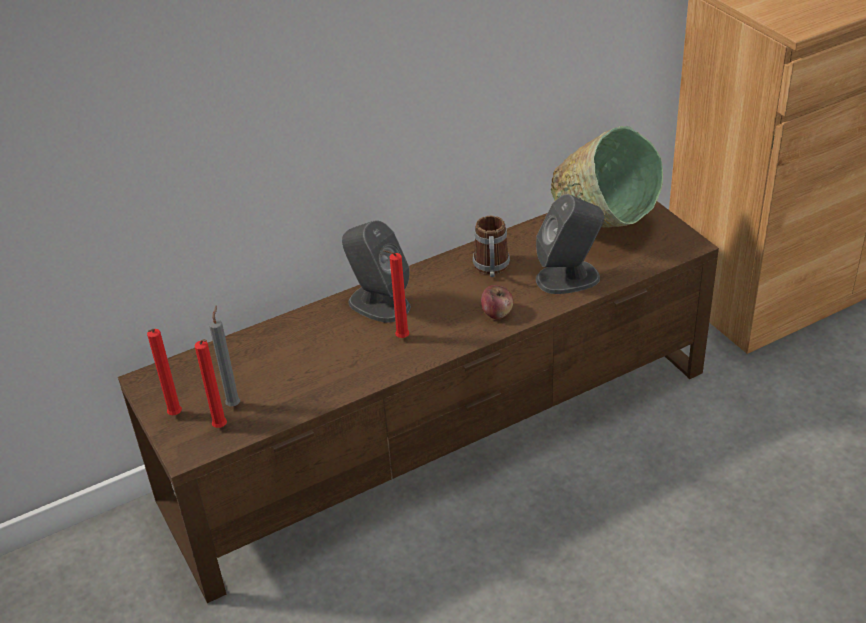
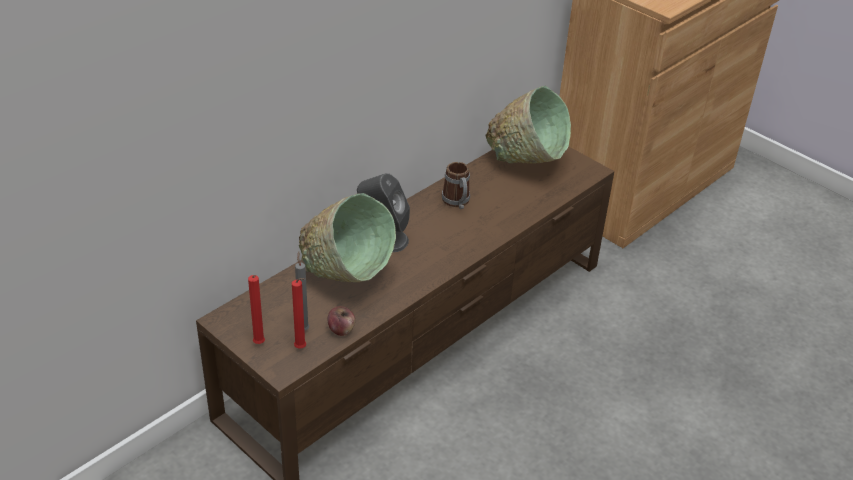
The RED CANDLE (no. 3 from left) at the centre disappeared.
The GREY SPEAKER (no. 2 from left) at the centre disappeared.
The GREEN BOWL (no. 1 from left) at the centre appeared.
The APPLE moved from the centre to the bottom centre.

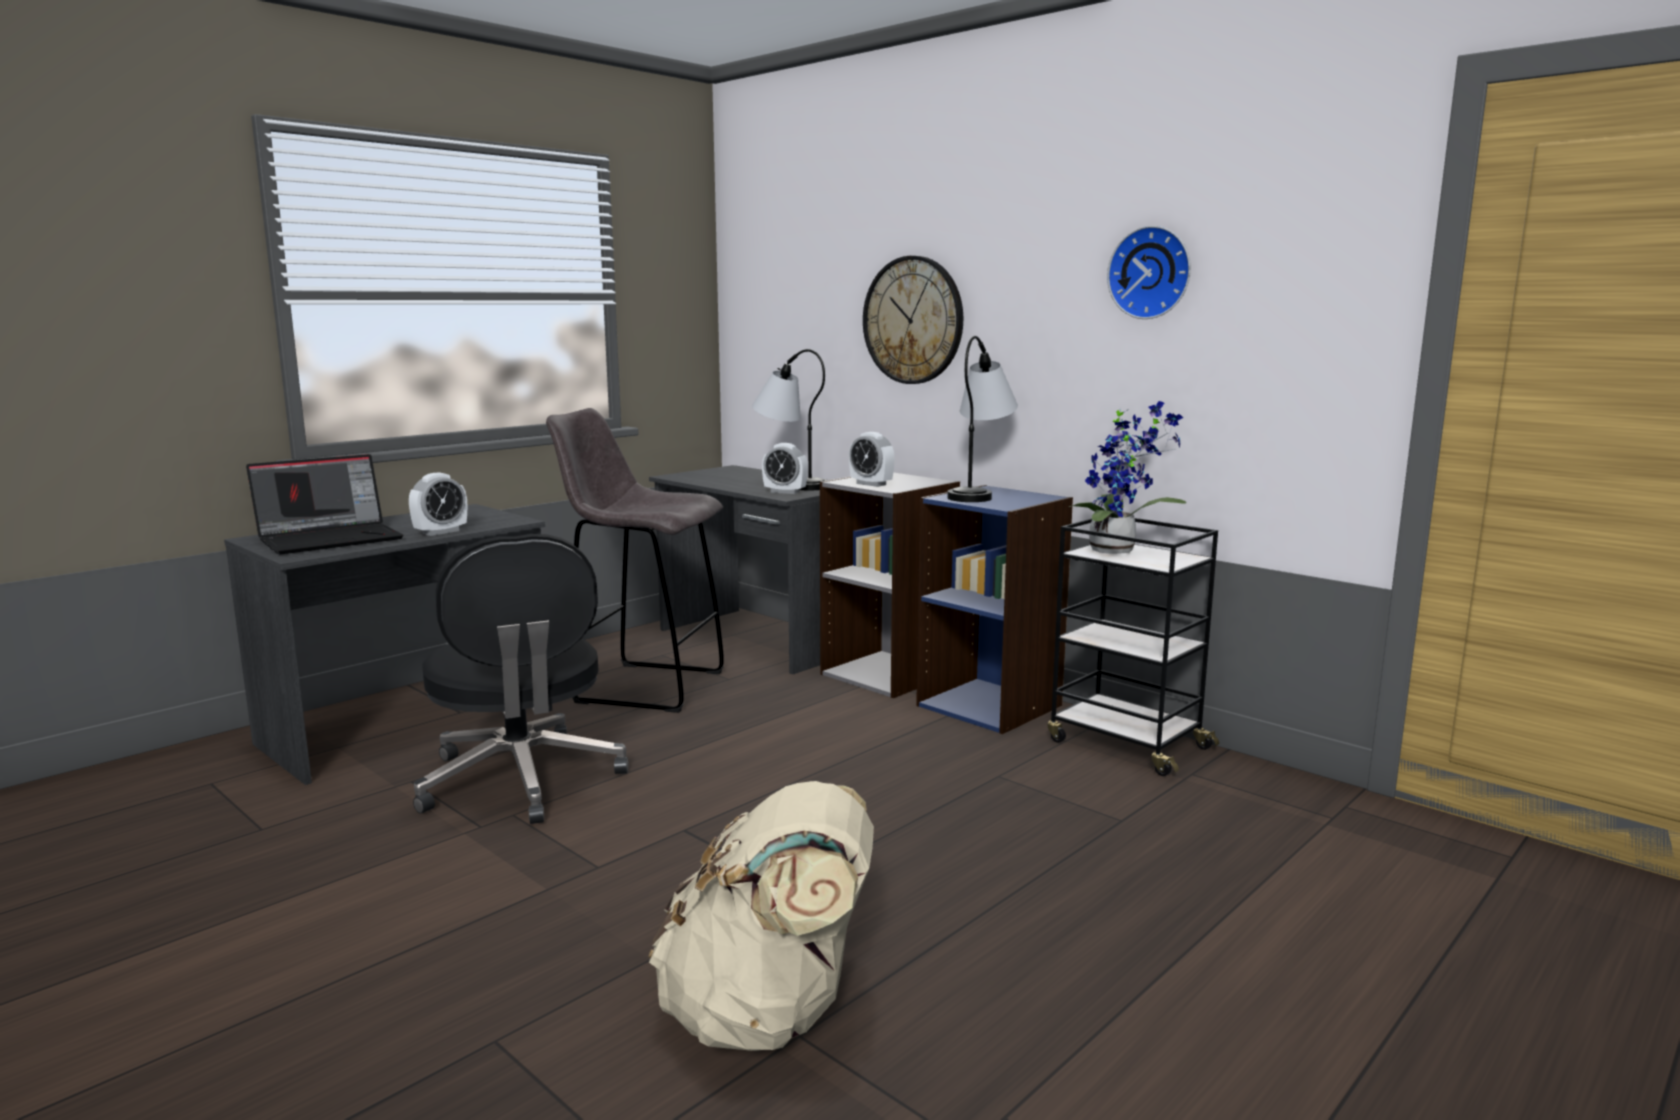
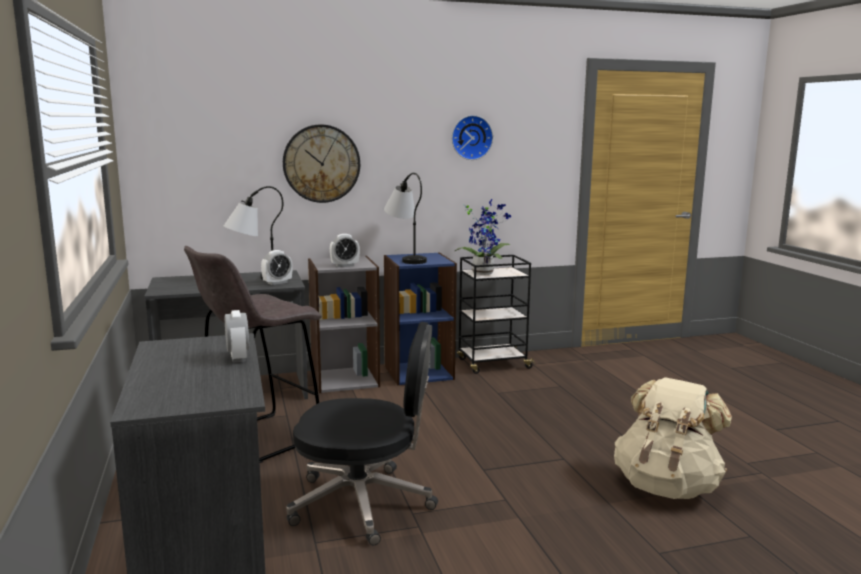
The LAPTOP at the middle left disappeared.

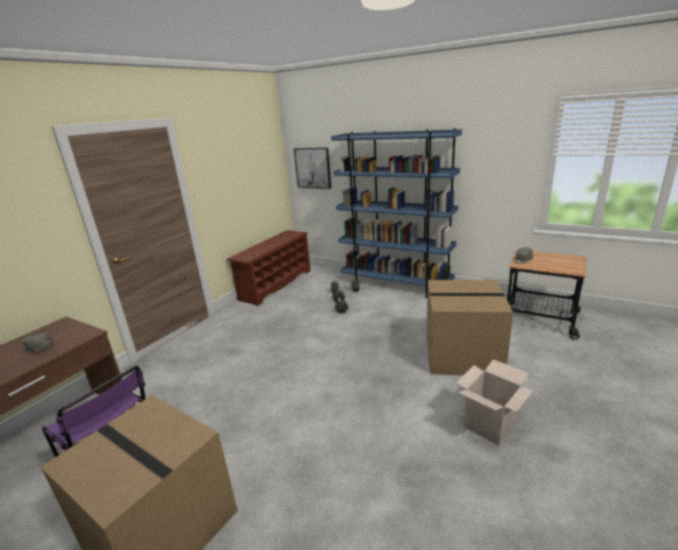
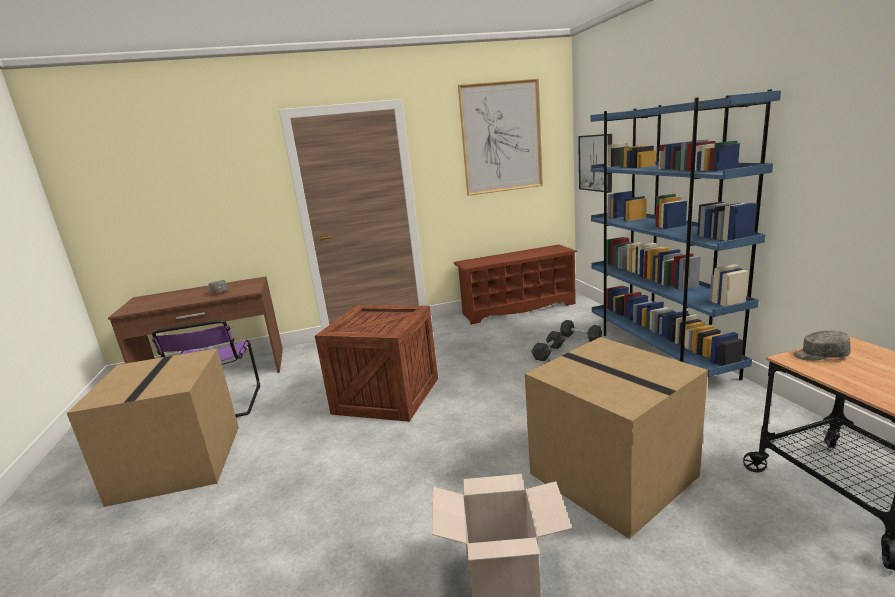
The CRATE at the centre appeared.
The PICTURE (no. 1 from left) at the top centre appeared.

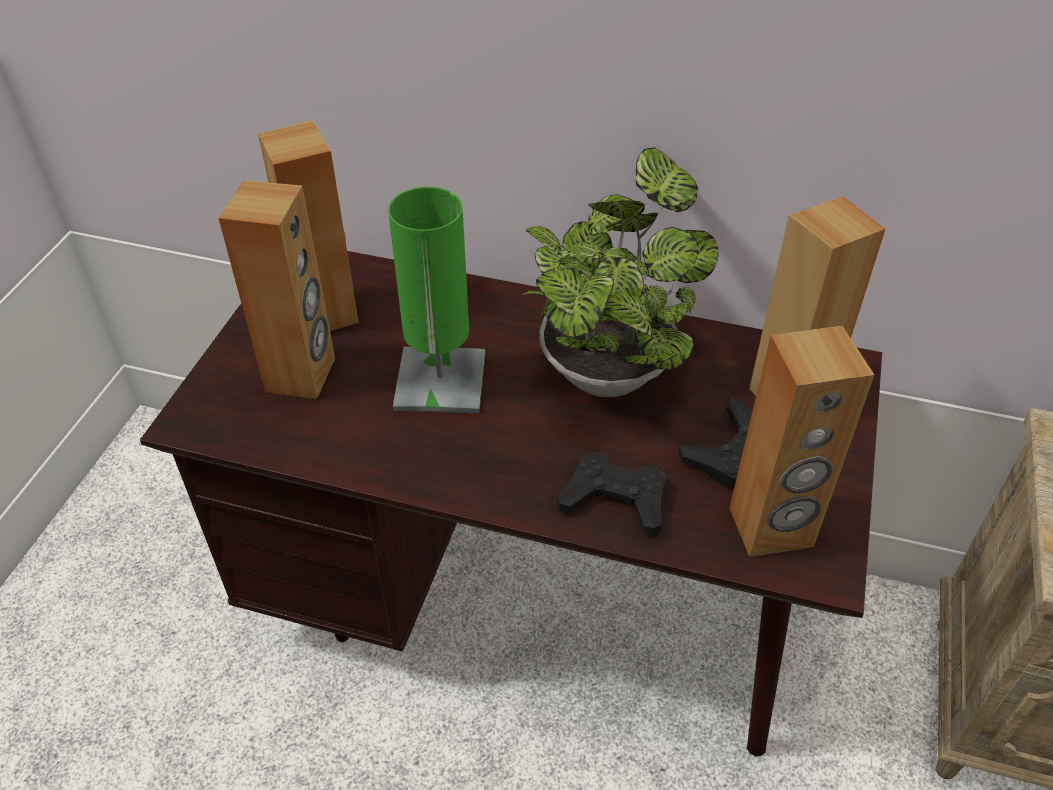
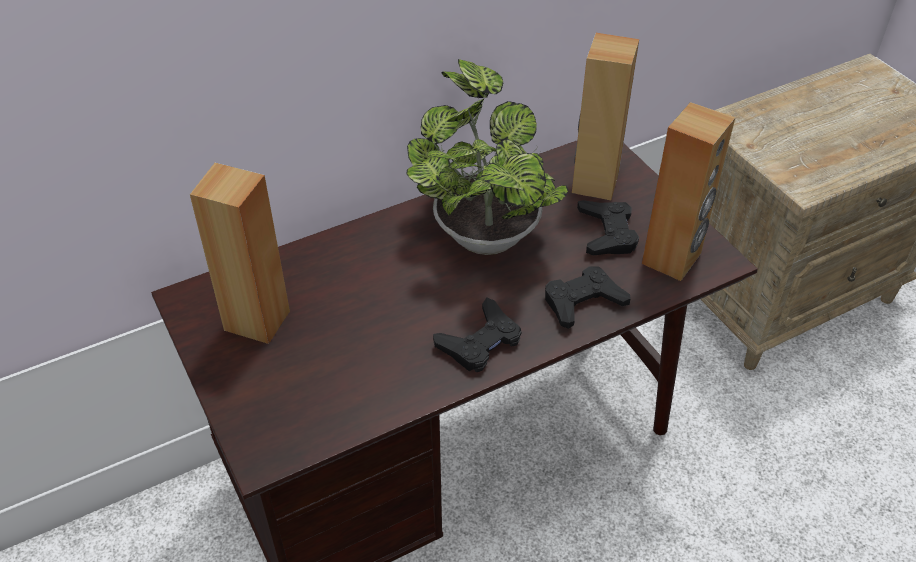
The BROWN SPEAKER (no. 1 from left) at the middle left disappeared.
The GREEN TABLE LAMP at the centre disappeared.
The BLACK GAME CONTROLLER (no. 1 from left) at the centre appeared.

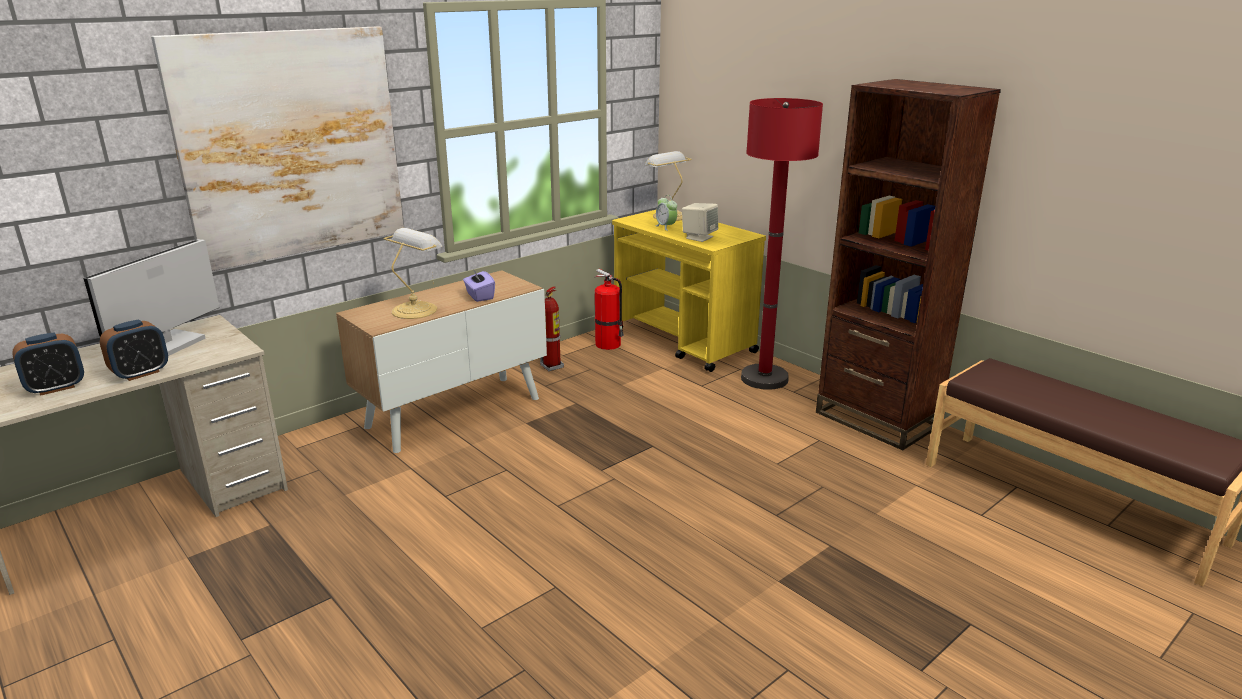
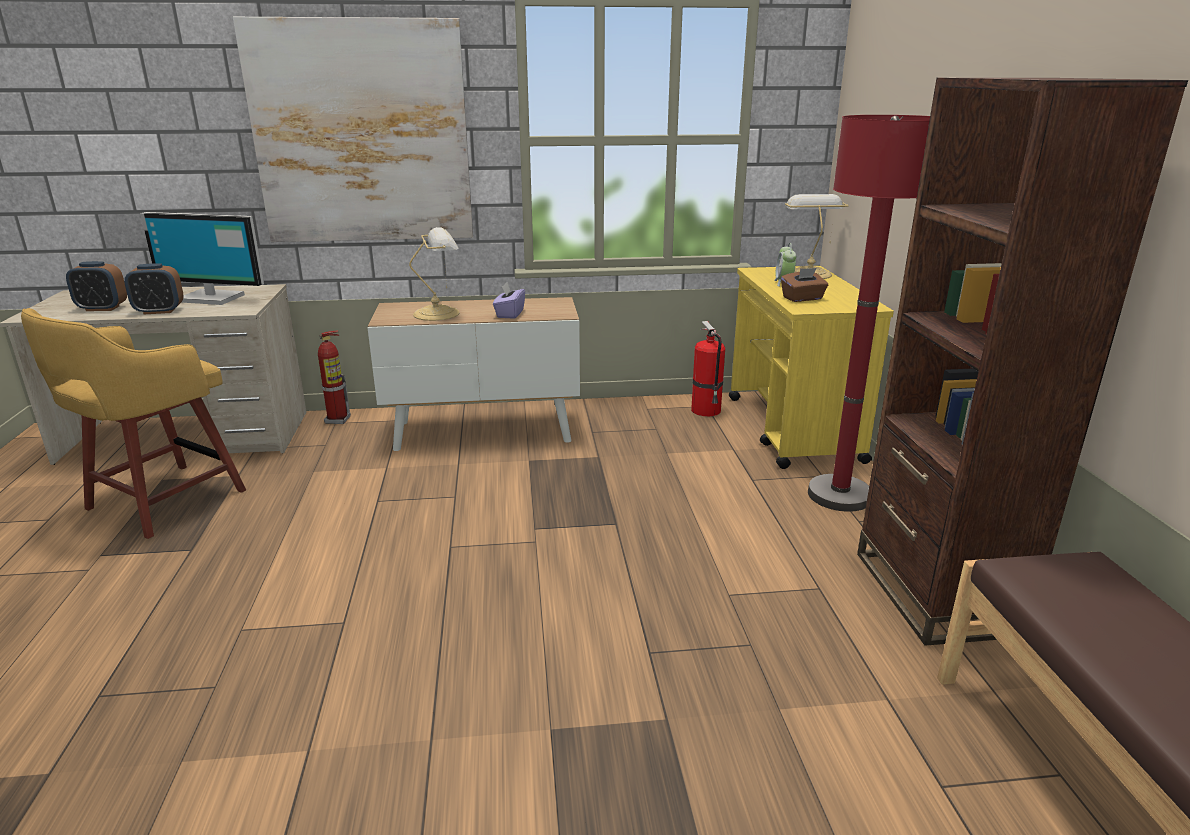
The YELLOW STOOL at the middle left appeared.
The FIRE EXTINGUISHER (no. 1 from left) moved from the centre to the middle left.
The BEIGE SPEAKER at the top centre was replaced by the BROWN TISSUE BOX at the middle right.
The MONITOR at the middle left turned 135 degrees counterclockwise.

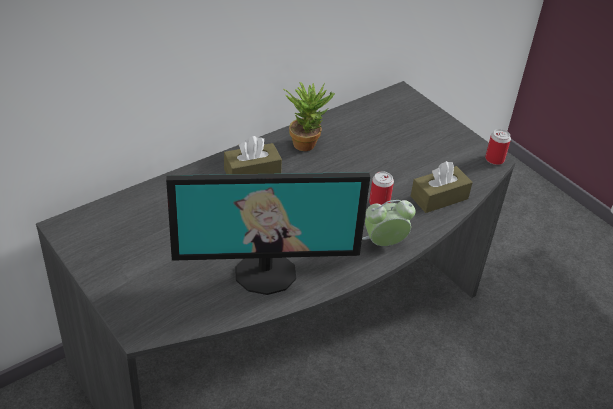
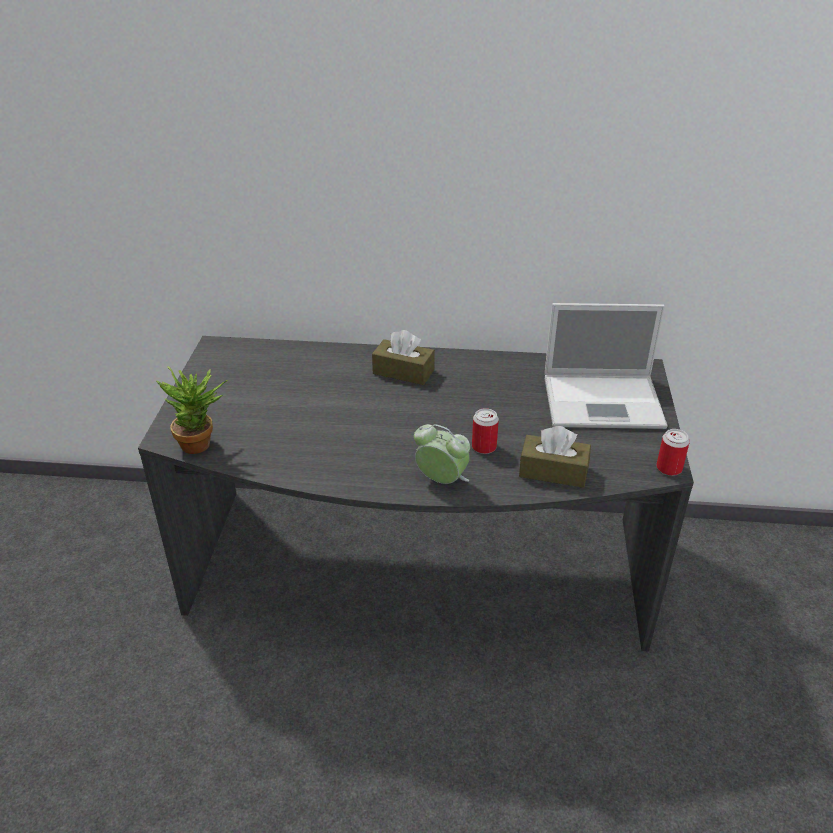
The MONITOR at the centre disappeared.
The LAPTOP at the middle right appeared.
The POTTED PLANT moved from the top centre to the middle left.

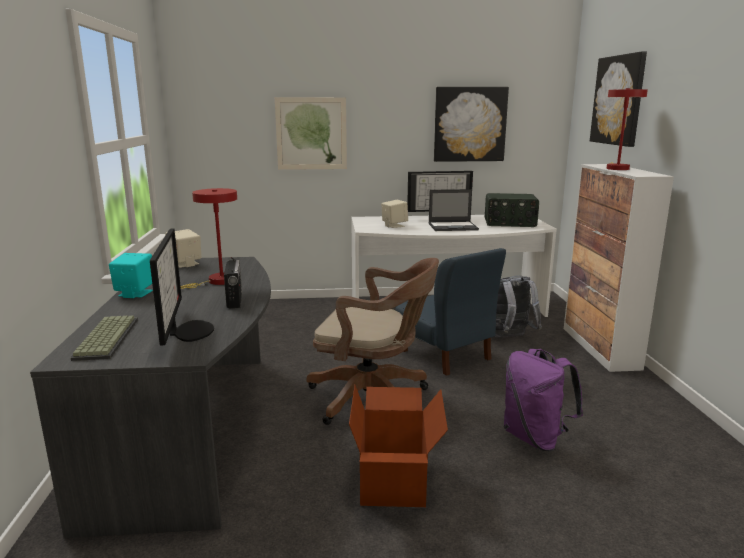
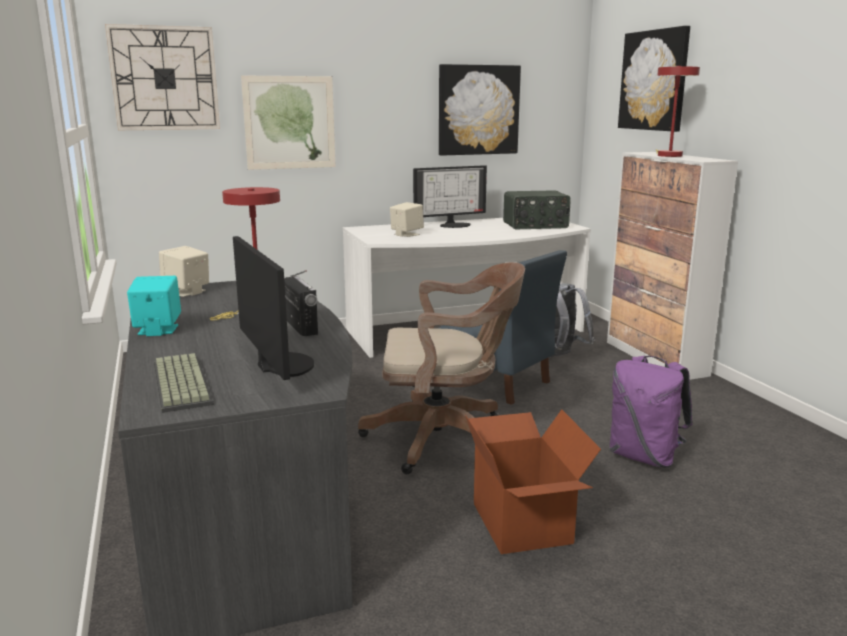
The LAPTOP at the centre disappeared.
The WALL CLOCK at the top left appeared.

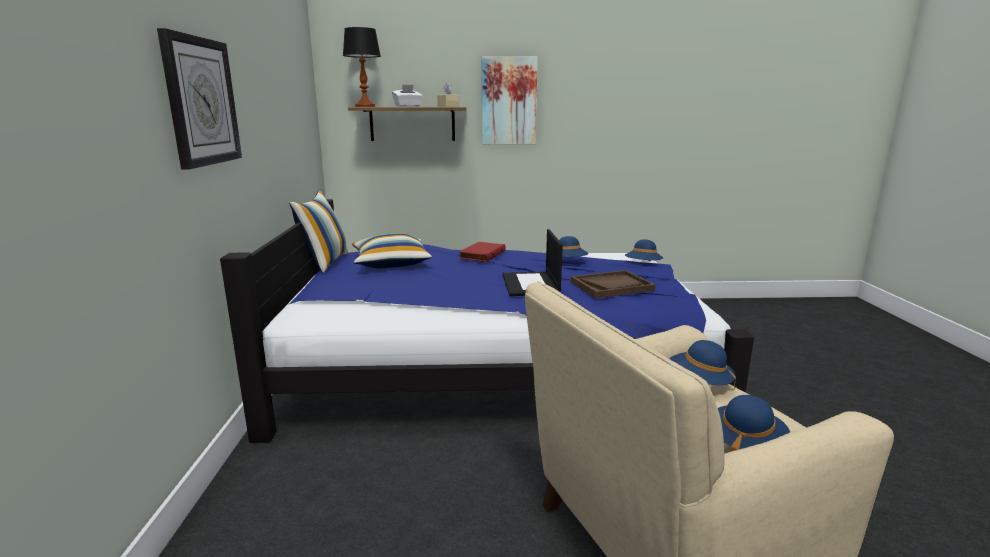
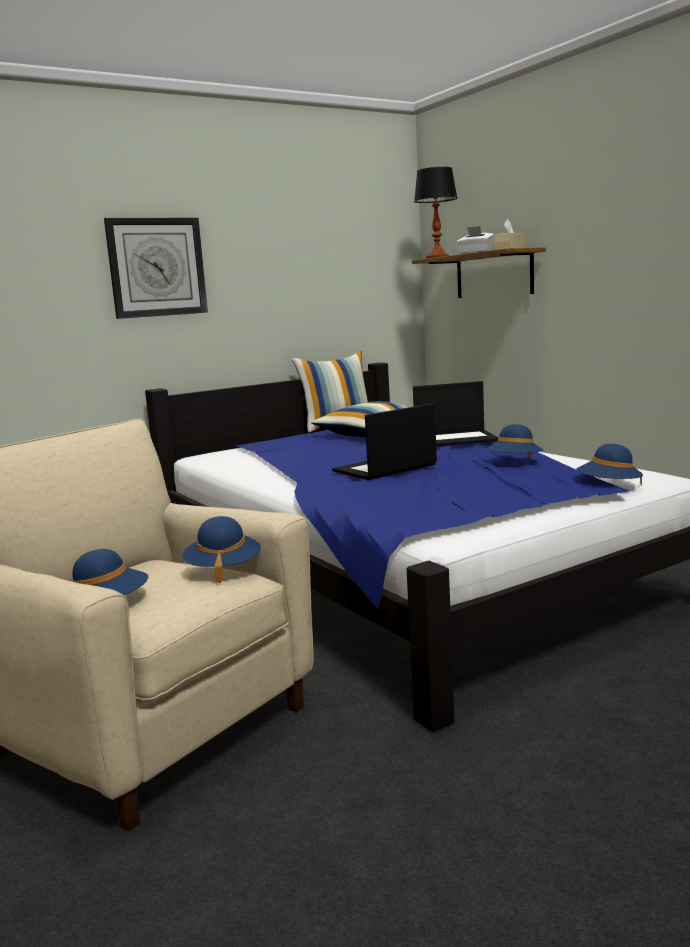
The PICTURE at the top centre disappeared.
The BROWN TRAY at the centre disappeared.
The RED BOOK at the centre was replaced by the LAPTOP (no. 2 from left) at the centre.

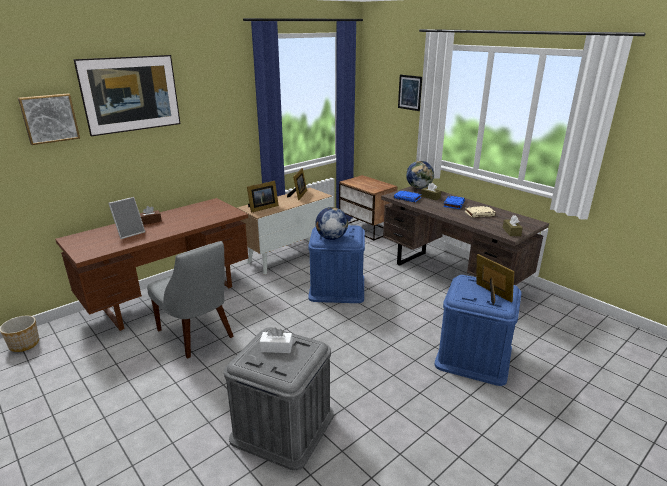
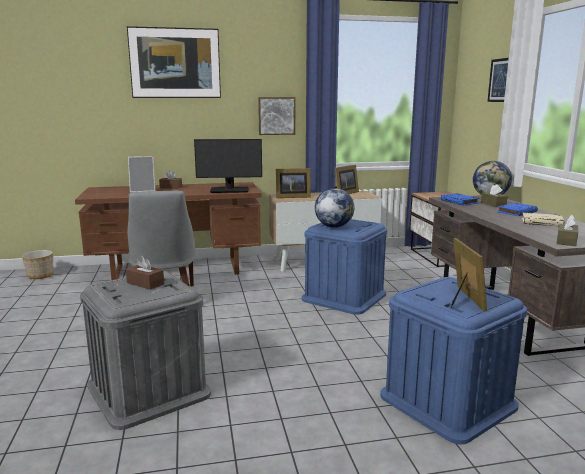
The MONITOR at the centre appeared.
The PICTURE (no. 1 from left in the first image) moved from the top left to the top centre.
The WHITE TISSUE BOX at the bottom centre became the BROWN TISSUE BOX (no. 1 from left) at the middle left.

